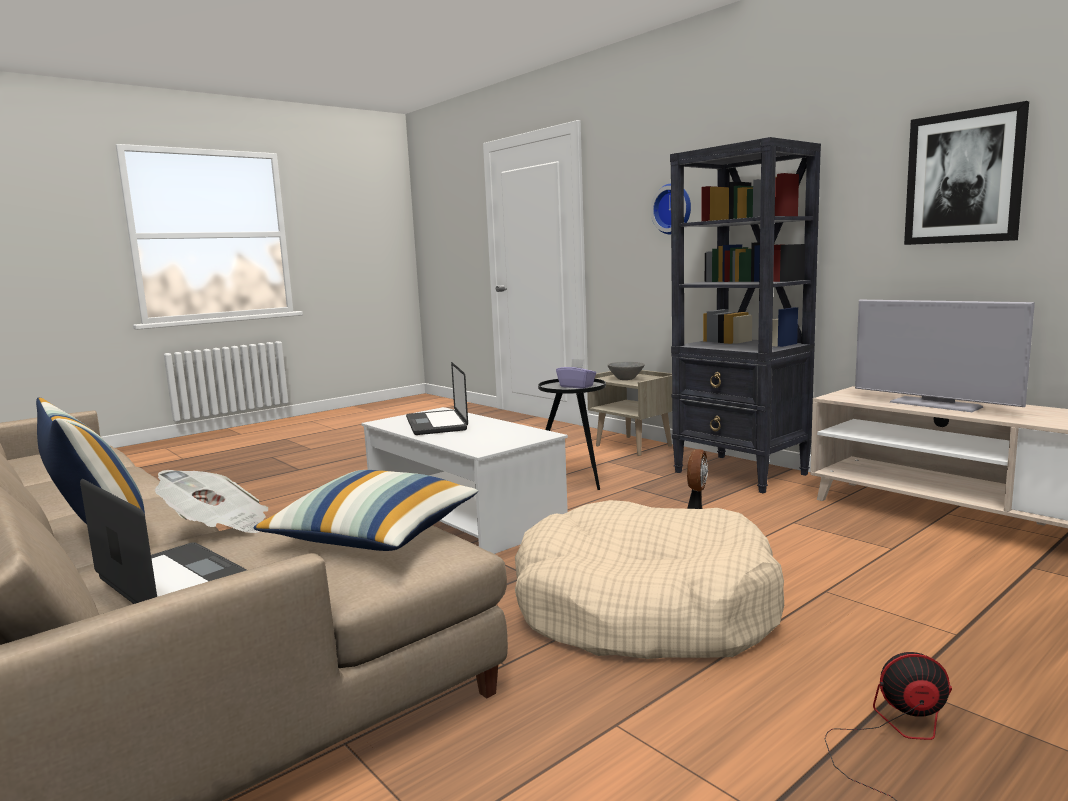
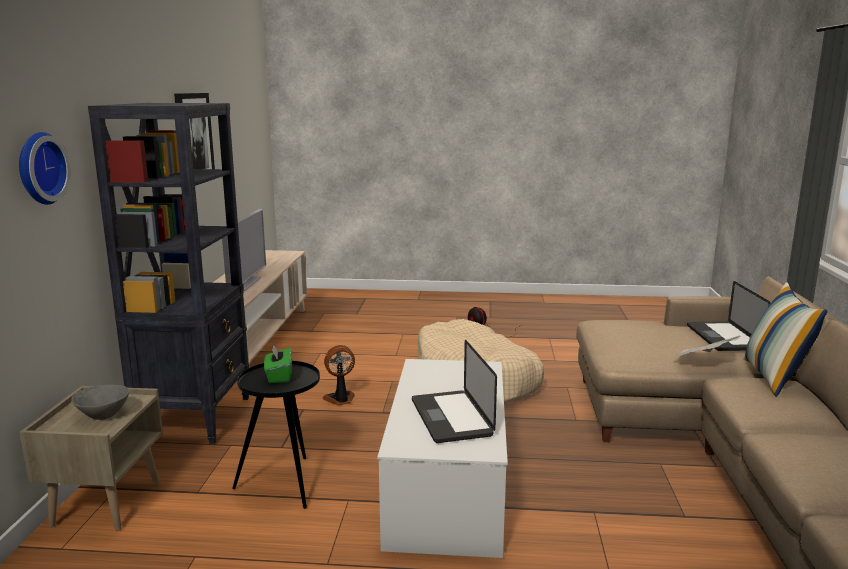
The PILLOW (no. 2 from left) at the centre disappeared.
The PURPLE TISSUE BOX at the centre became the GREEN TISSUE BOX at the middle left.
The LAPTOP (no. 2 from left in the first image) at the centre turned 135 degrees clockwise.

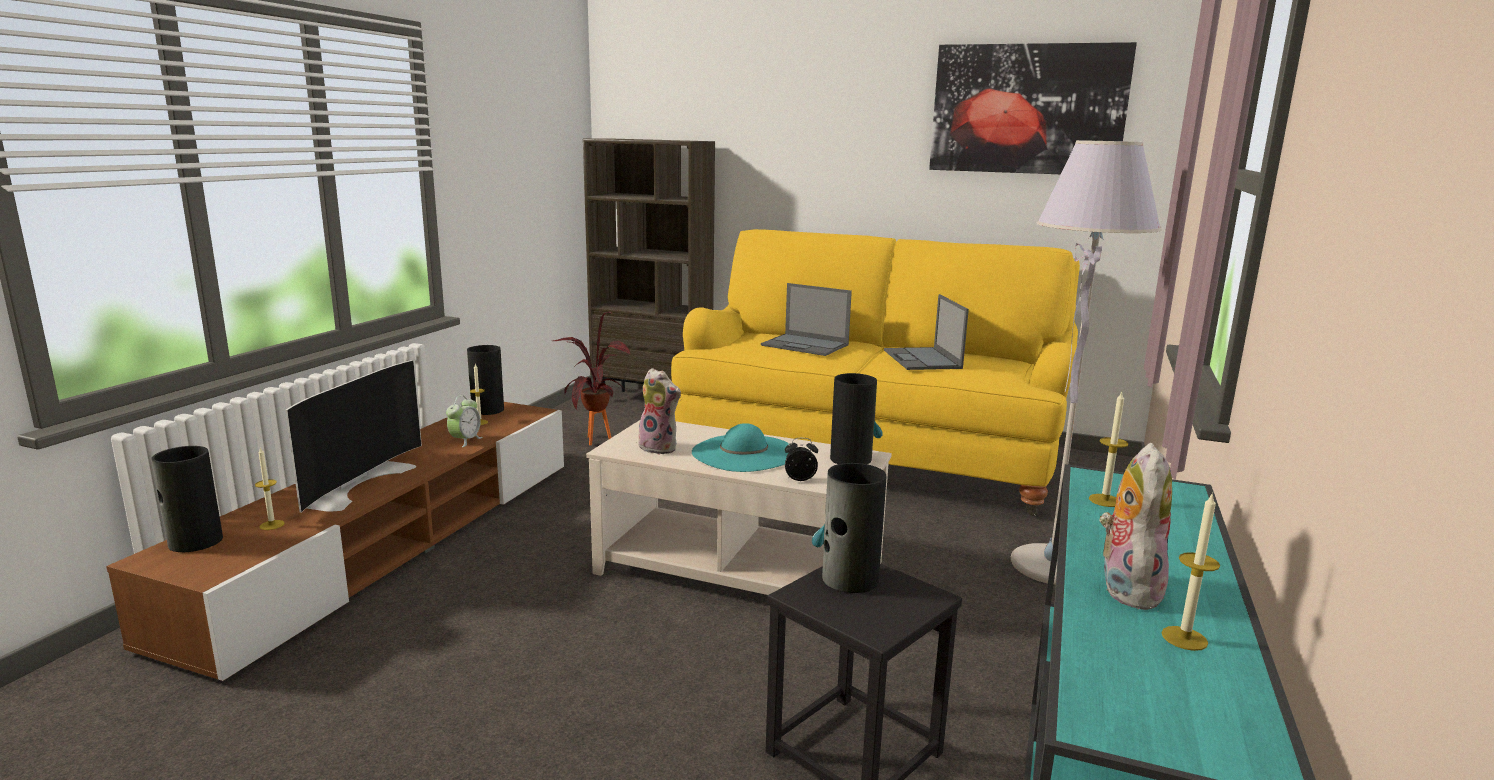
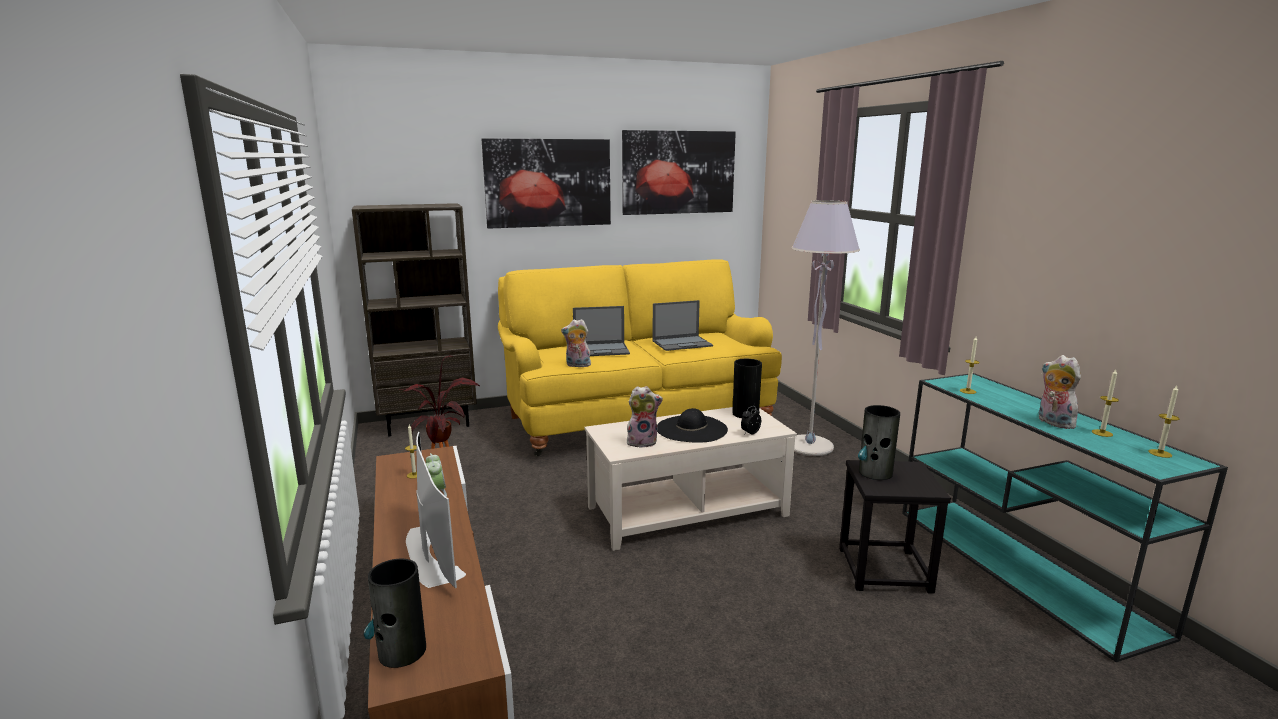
The VASE (no. 2 from left) at the middle left disappeared.
The PICTURE (no. 1 from left) at the top centre appeared.
The PLUSH TOY (no. 1 from left) at the centre appeared.
The CANDLE (no. 1 from left in the first image) moved from the middle left to the middle right.
The TURQUOISE HAT at the centre became the BLACK HAT at the centre.
The LAPTOP (no. 2 from left) at the centre turned 60 degrees counterclockwise.

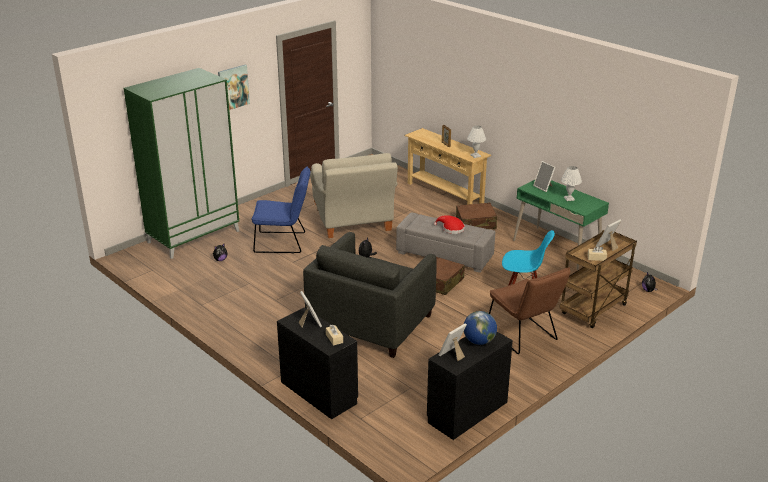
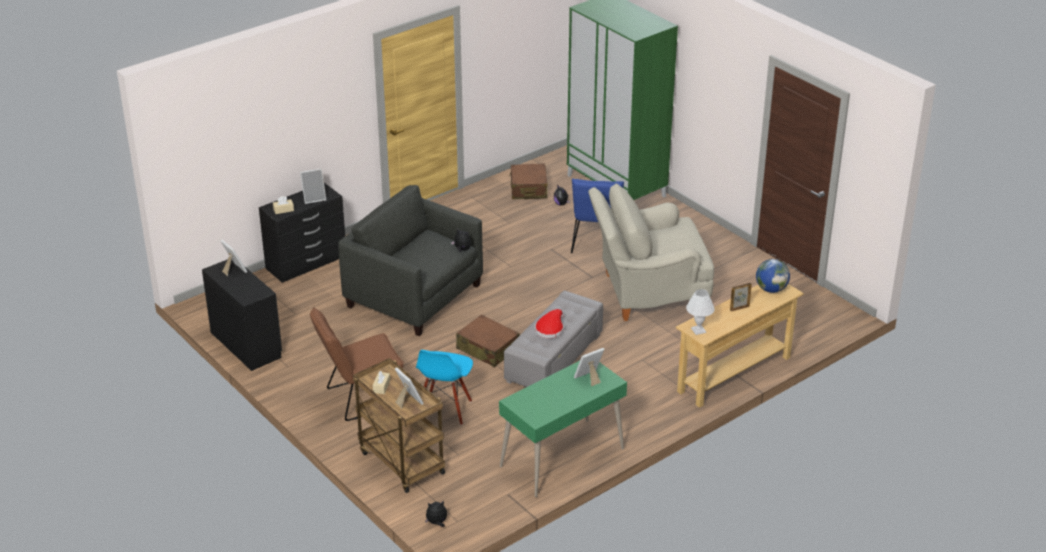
The PICTURE at the top left disappeared.
The WHITE TABLE LAMP (no. 2 from left) at the middle right disappeared.
The BROWN SUITCASE (no. 2 from left) moved from the centre to the top centre.
The GLOBE moved from the bottom centre to the middle right.

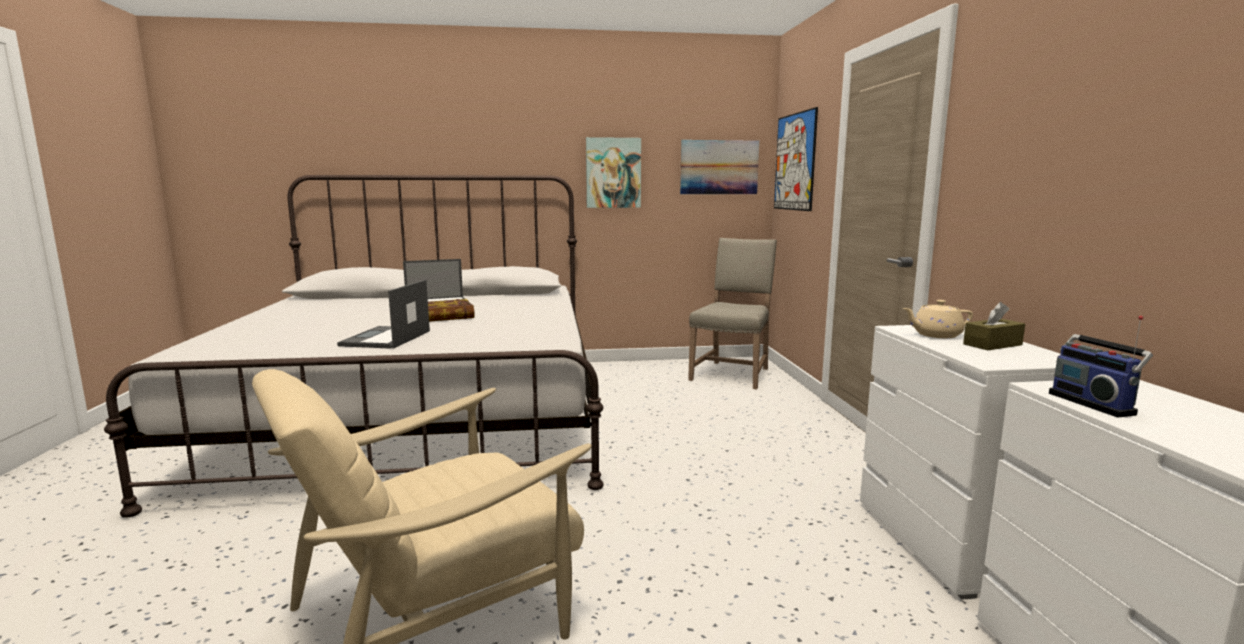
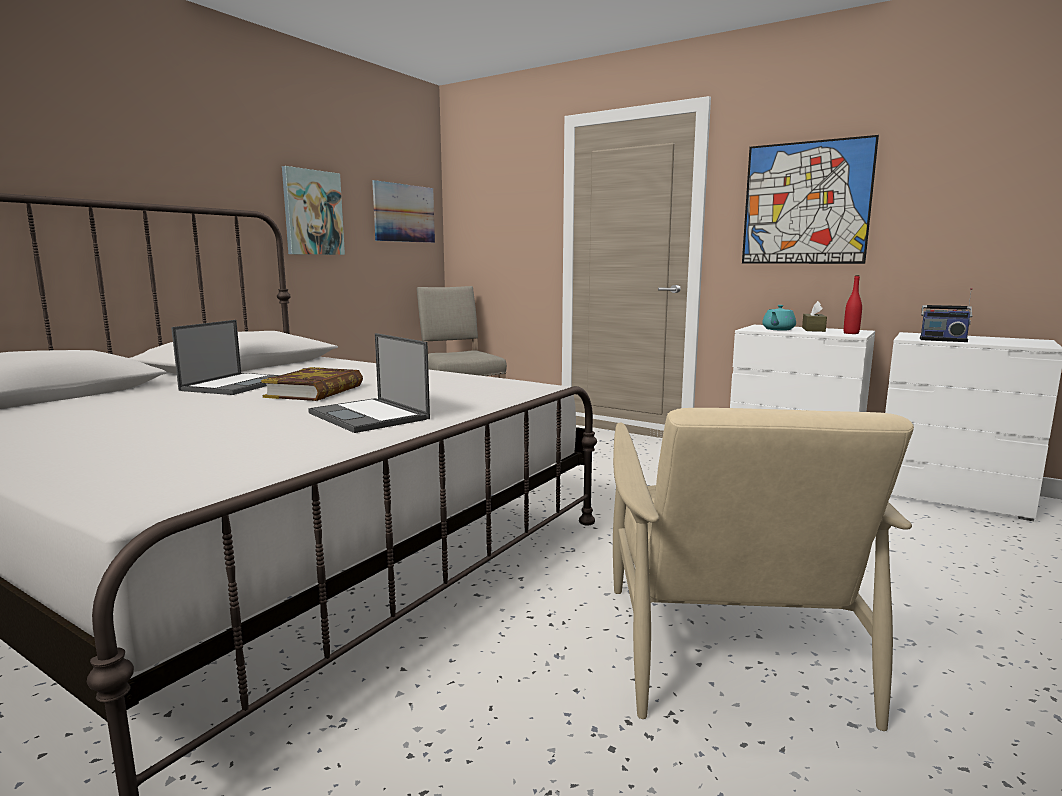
The RED BOTTLE at the middle right appeared.
The PICTURE (no. 3 from left) moved from the top centre to the top right.
The BEIGE TEAPOT at the middle right became the TURQUOISE TEAPOT at the middle right.

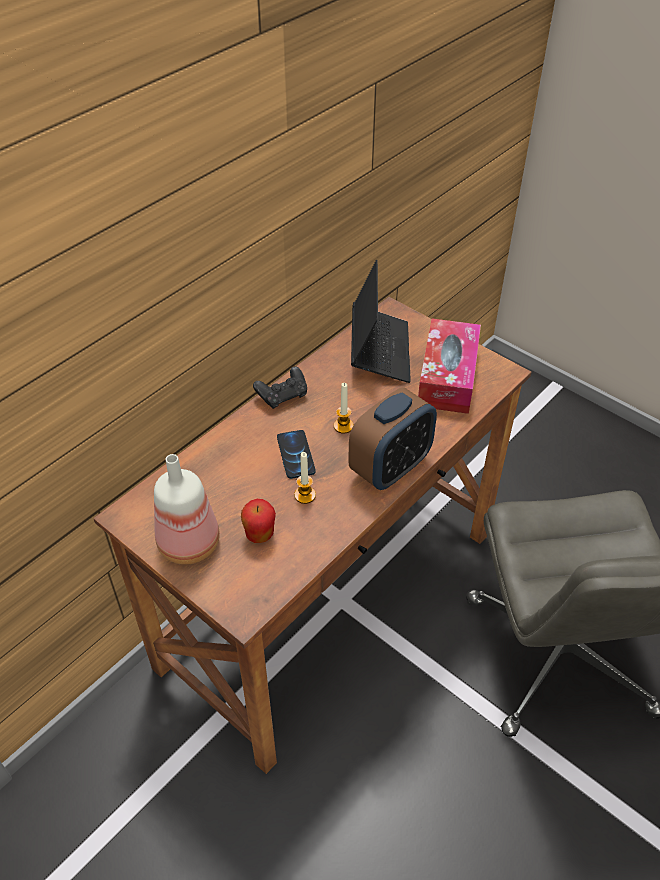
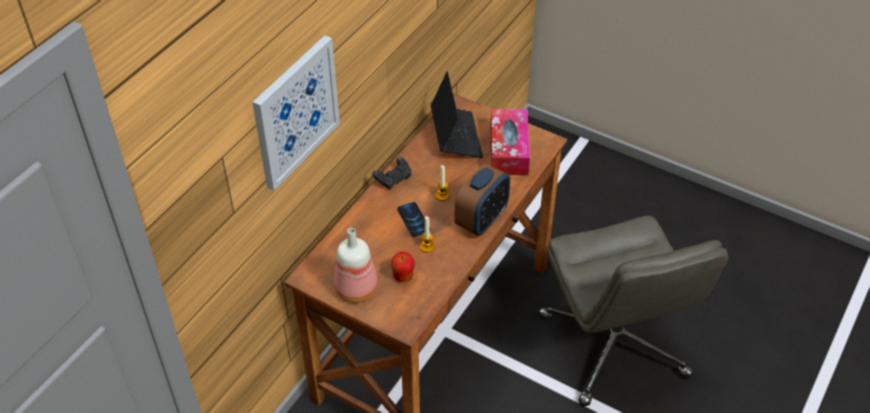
The PICTURE at the top centre appeared.

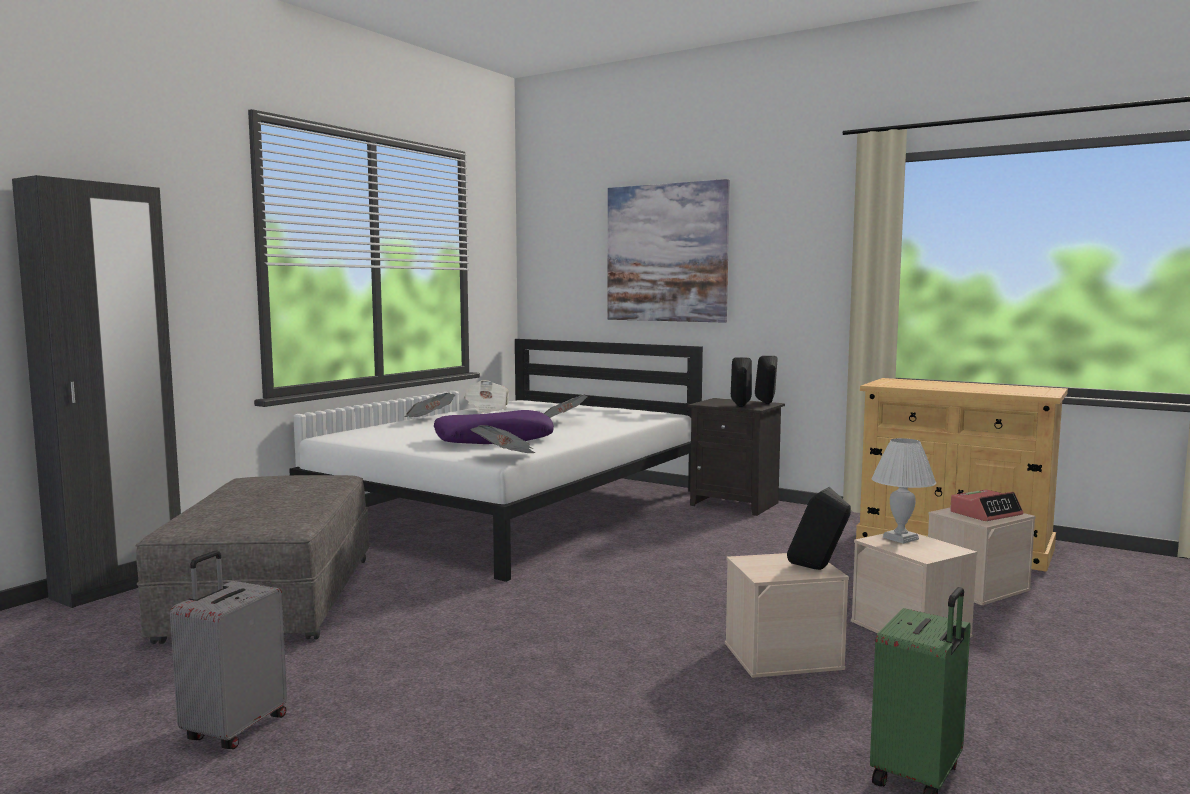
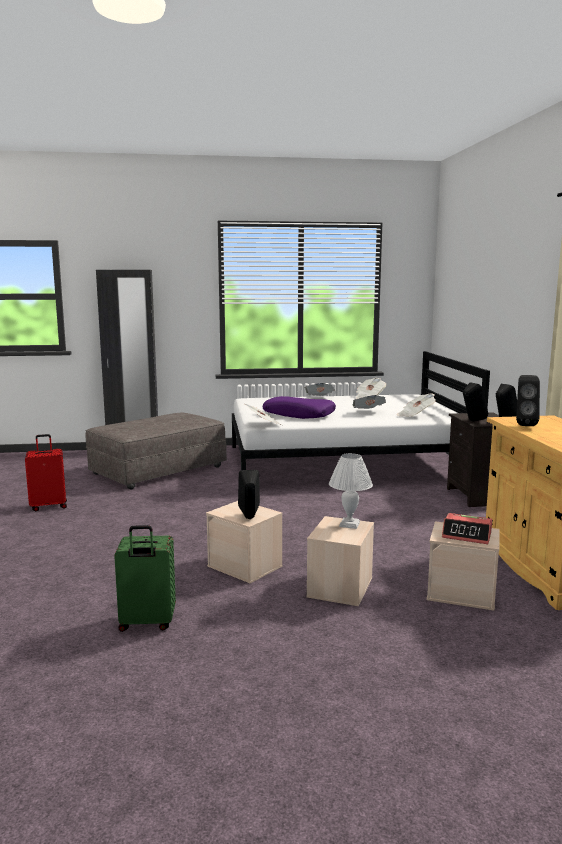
The PICTURE at the top centre disappeared.
The NEWSPAPER (no. 5 from left) at the middle right appeared.
The BLACK SPEAKER (no. 4 from left) at the middle right appeared.
The GREY SUITCASE at the bottom left became the RED SUITCASE at the middle left.

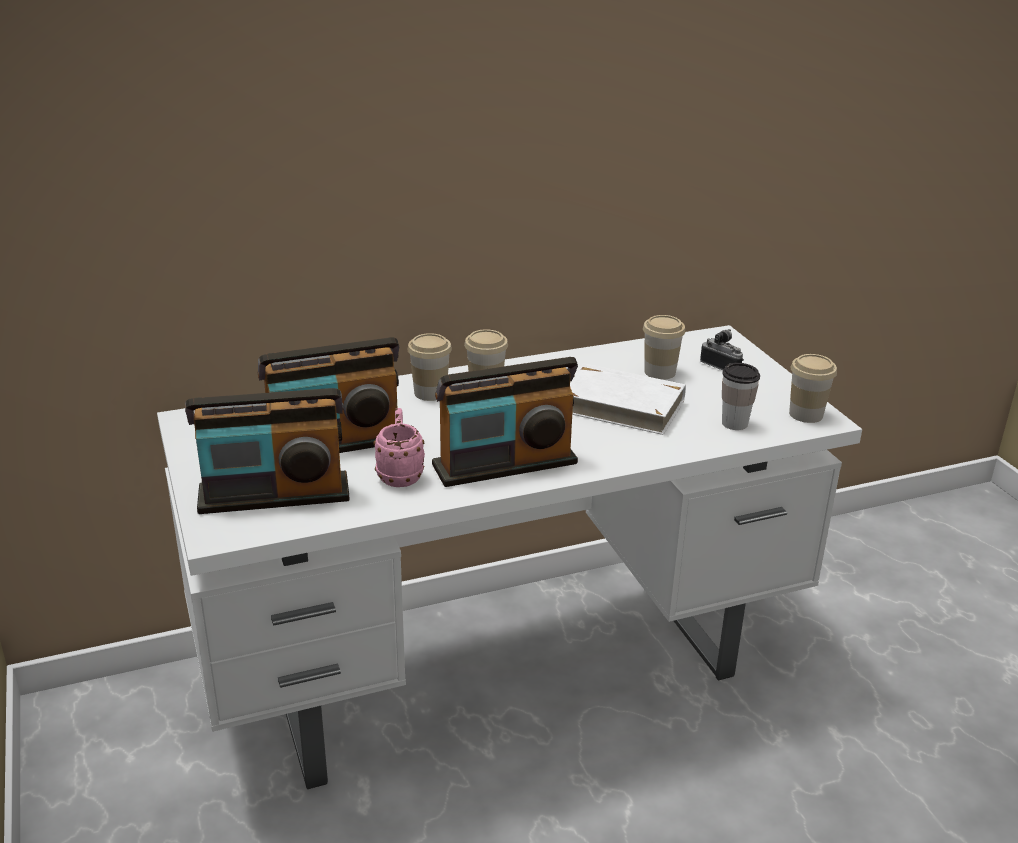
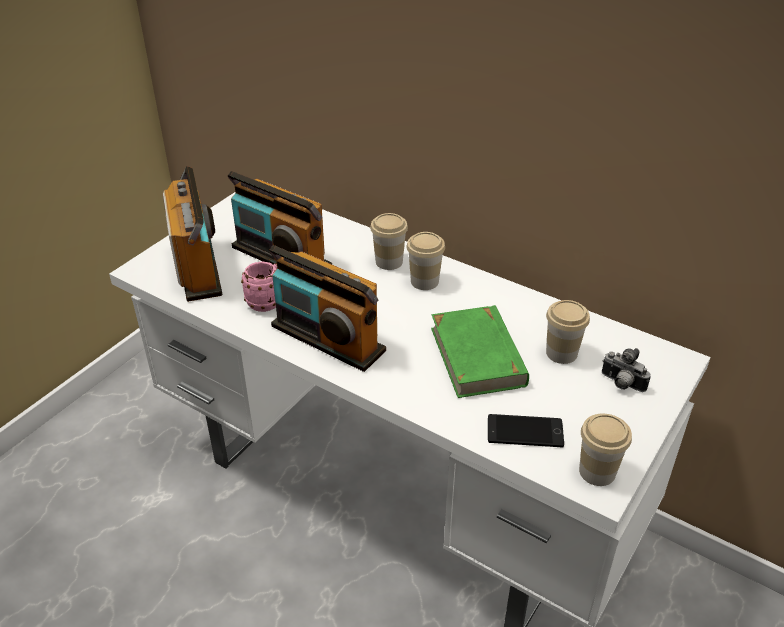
The CUP (no. 4 from left) at the middle right was replaced by the PHONE at the bottom right.
The WHITE BOOK at the centre became the GREEN BOOK at the centre.
The RADIO (no. 1 from left) at the middle left turned 150 degrees counterclockwise.
The PHOTO CAMERA at the middle right turned 120 degrees clockwise.

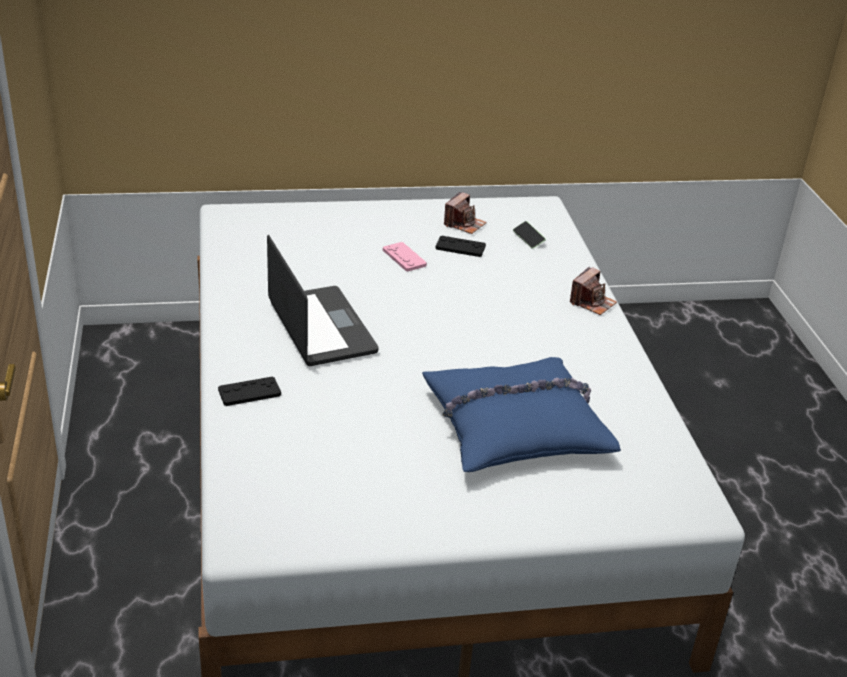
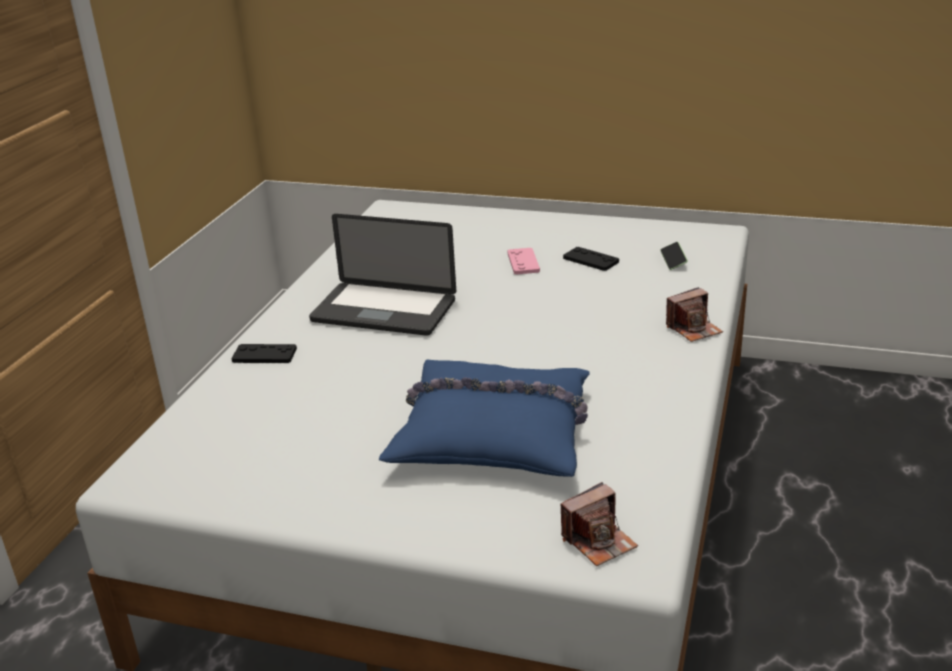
The PHOTO CAMERA (no. 1 from left) moved from the top centre to the bottom centre.
The LAPTOP at the centre turned 105 degrees clockwise.

